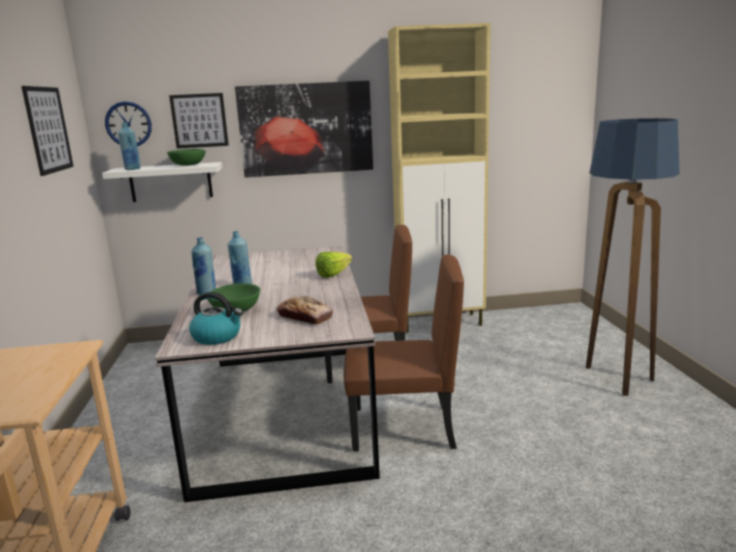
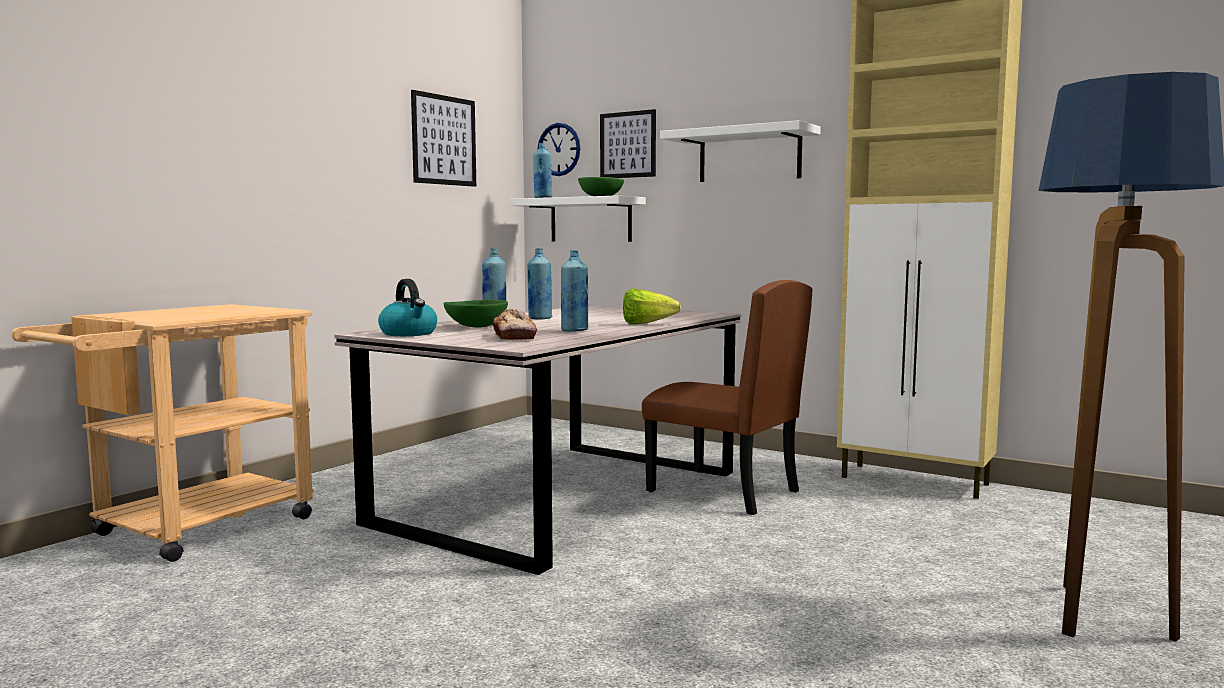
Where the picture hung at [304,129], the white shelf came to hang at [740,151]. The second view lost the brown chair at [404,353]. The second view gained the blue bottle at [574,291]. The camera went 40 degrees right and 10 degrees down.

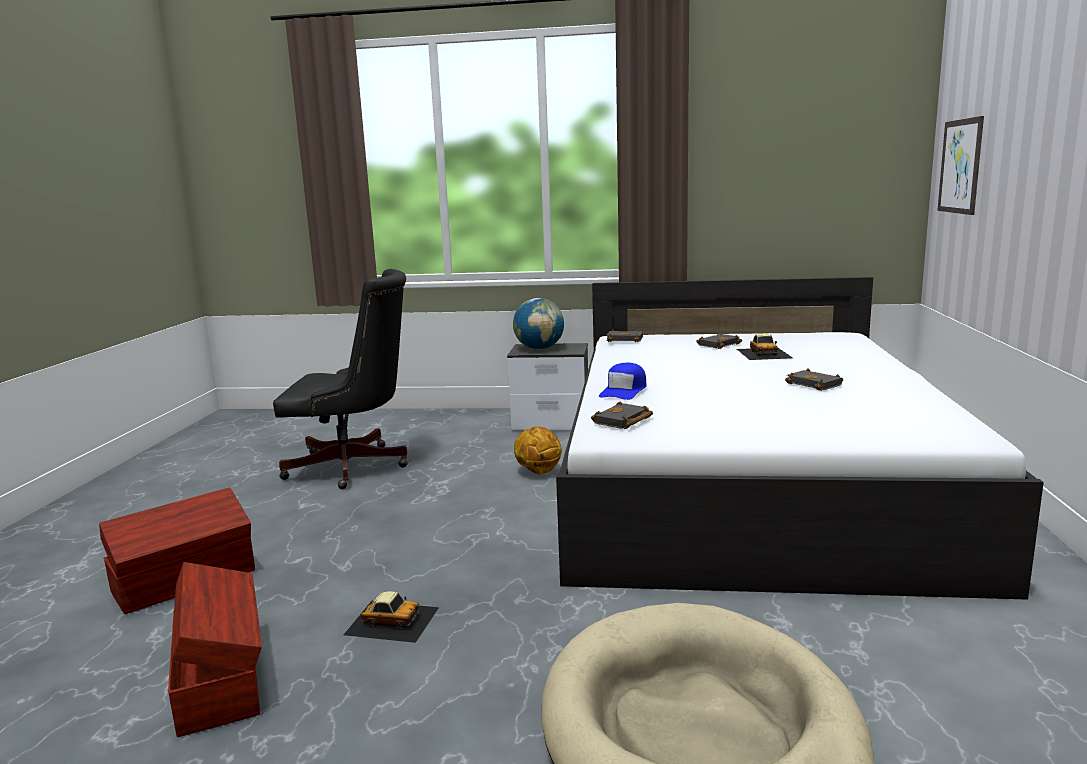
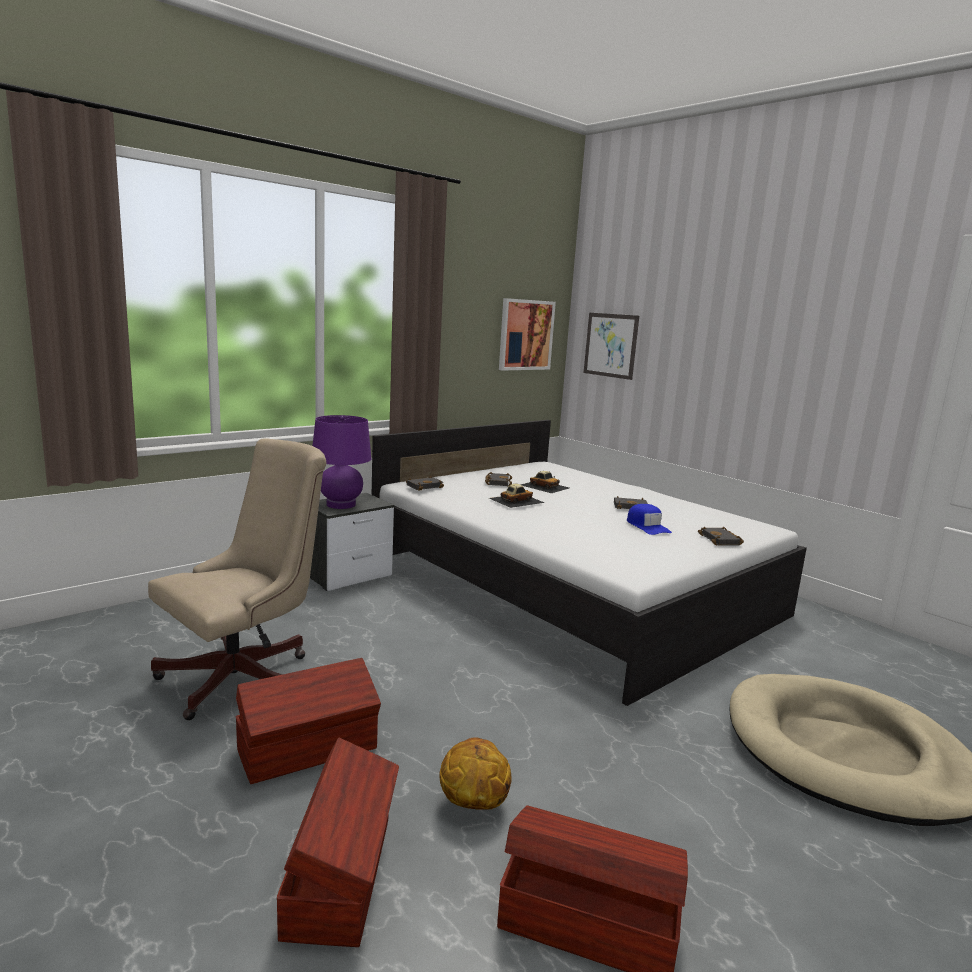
What was the black office chair at [340,379] turned into the beige office chair at [237,579]. The toy car ended up elsewhere, having gone from [391,617] to [516,496]. Where the globe stood at [538,324], the purple table lamp came to stand at [342,462]. The basketball ended up elsewhere, having gone from [538,450] to [475,773]. The black book ended up elsewhere, having gone from [622,415] to [721,536]. The blue cap ended up elsewhere, having gone from [622,381] to [649,519]. The second view gained the brown storage box at [308,721]. The second view gained the picture at [527,334]. The camera went 50 degrees left and 0 degrees up.

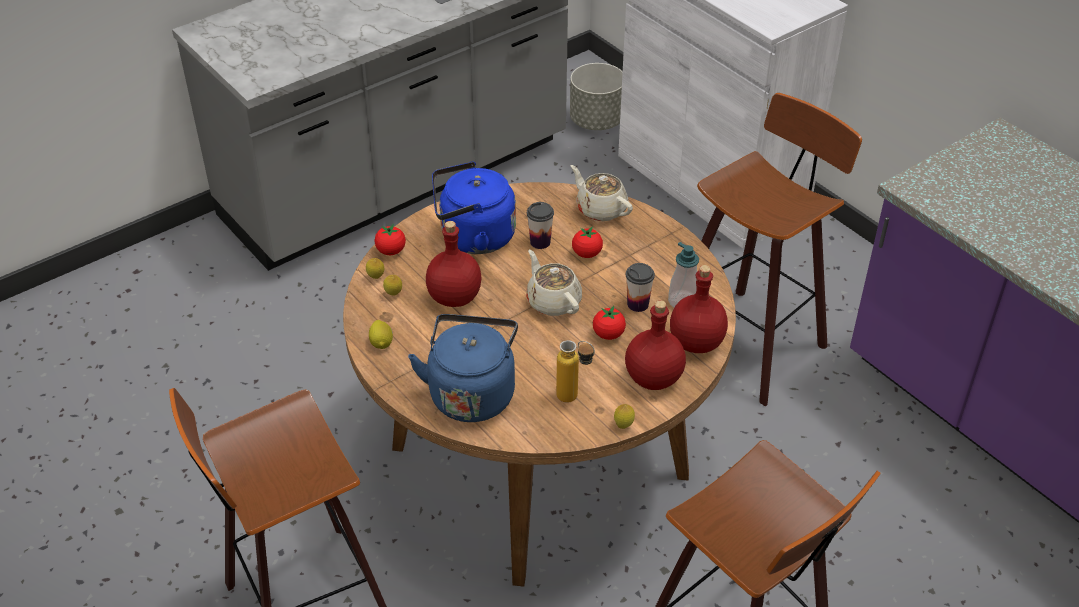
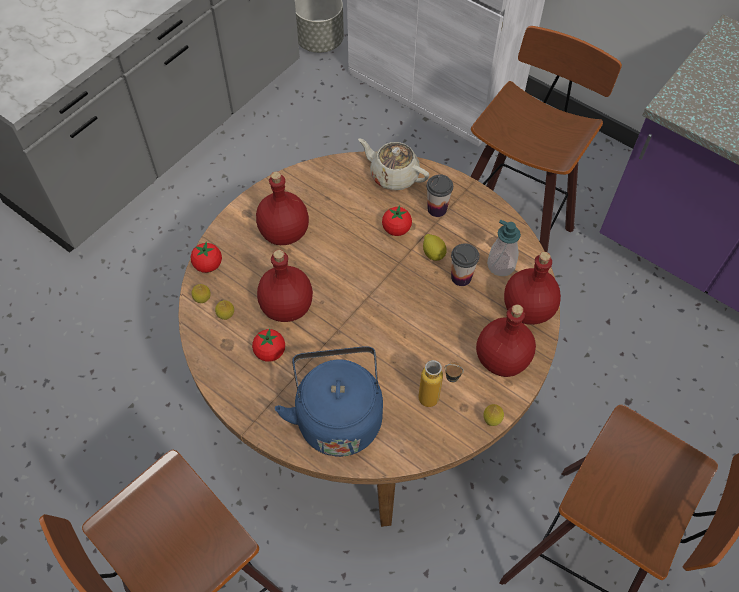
The lemon ended up elsewhere, having gone from [381,334] to [435,247]. Where the blue kettle stood at [474,208], the red bottle came to stand at [282,208]. The second view lost the beige teapot at [554,283]. The cup ended up elsewhere, having gone from [540,225] to [440,195]. The tomato ended up elsewhere, having gone from [609,323] to [268,345]. The camera went 15 degrees left and 15 degrees up.

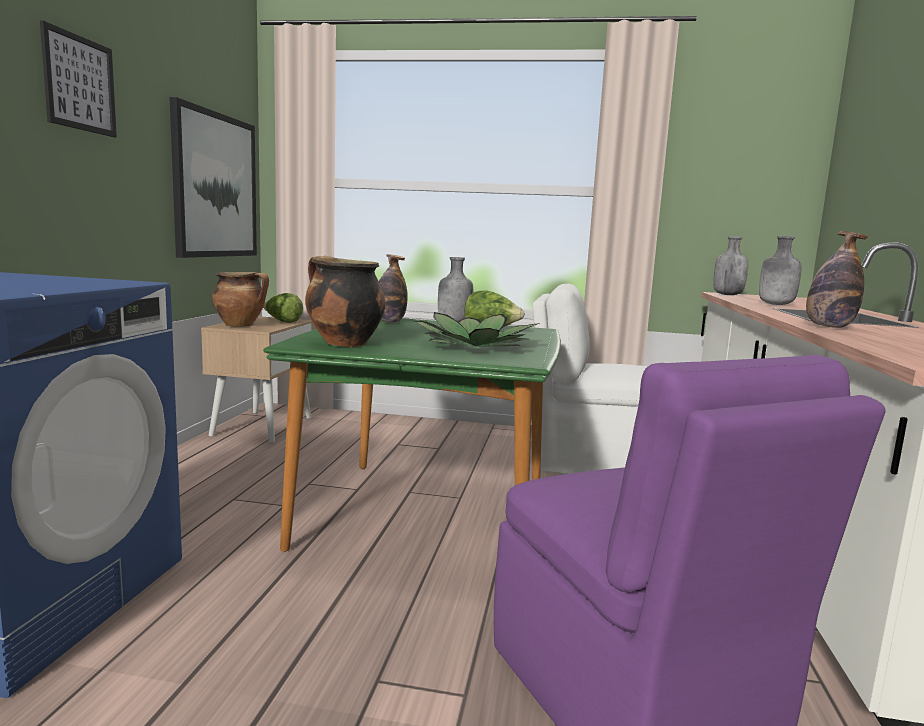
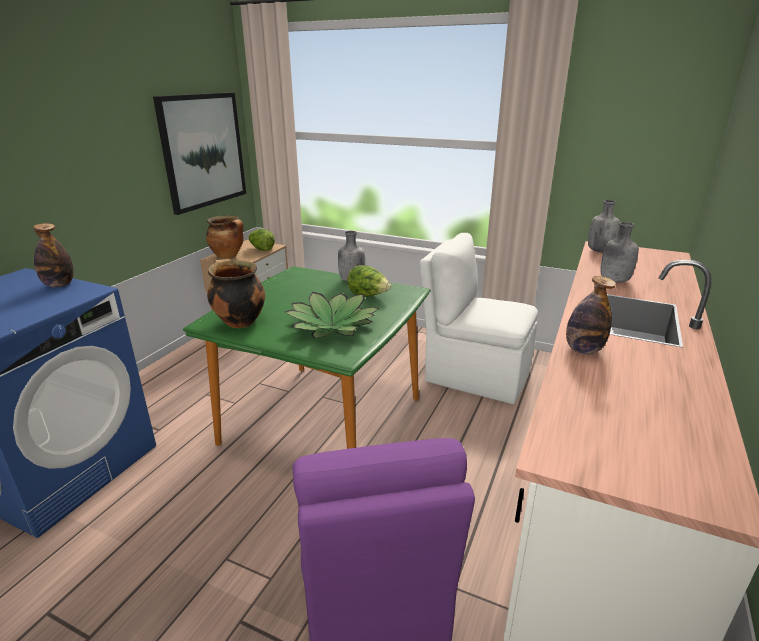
The second view lost the picture at [78,79]. The bottle ended up elsewhere, having gone from [393,288] to [54,255]. The camera went 15 degrees right and 15 degrees up.

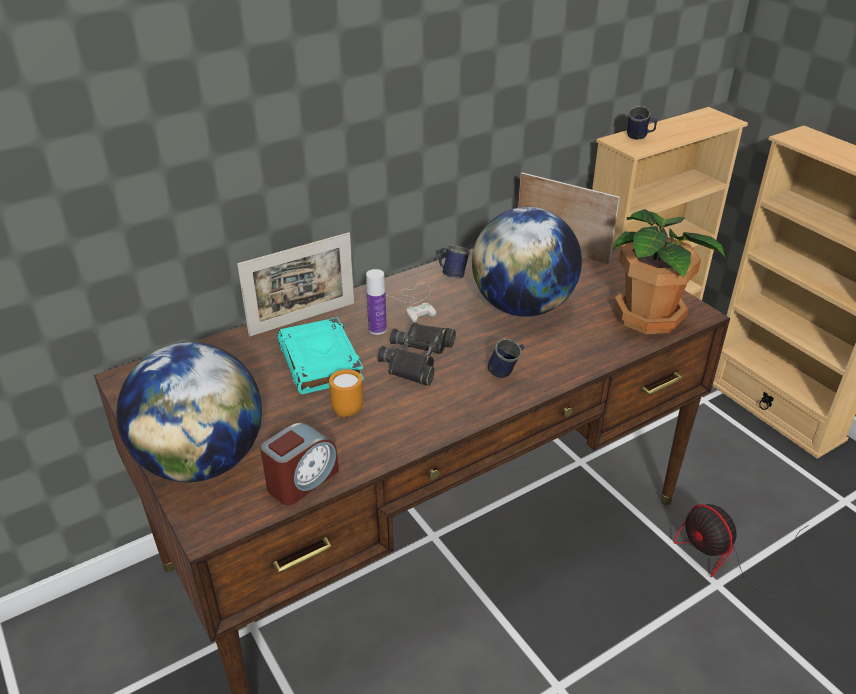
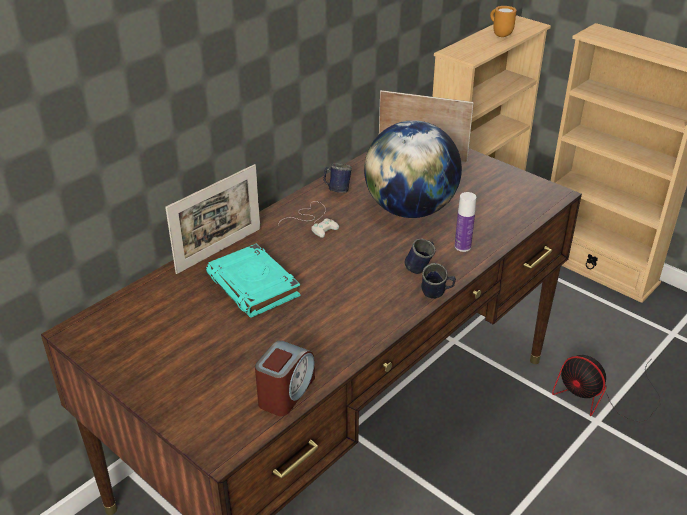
The second view lost the globe at [189,412]. The orange mug ended up elsewhere, having gone from [346,393] to [503,21]. The bottle ended up elsewhere, having gone from [376,302] to [465,222]. The second view lost the black binoculars at [417,354]. The second view lost the potted plant at [669,272]. The blue mug ended up elsewhere, having gone from [642,123] to [438,281]. The camera went 15 degrees left and 0 degrees up.

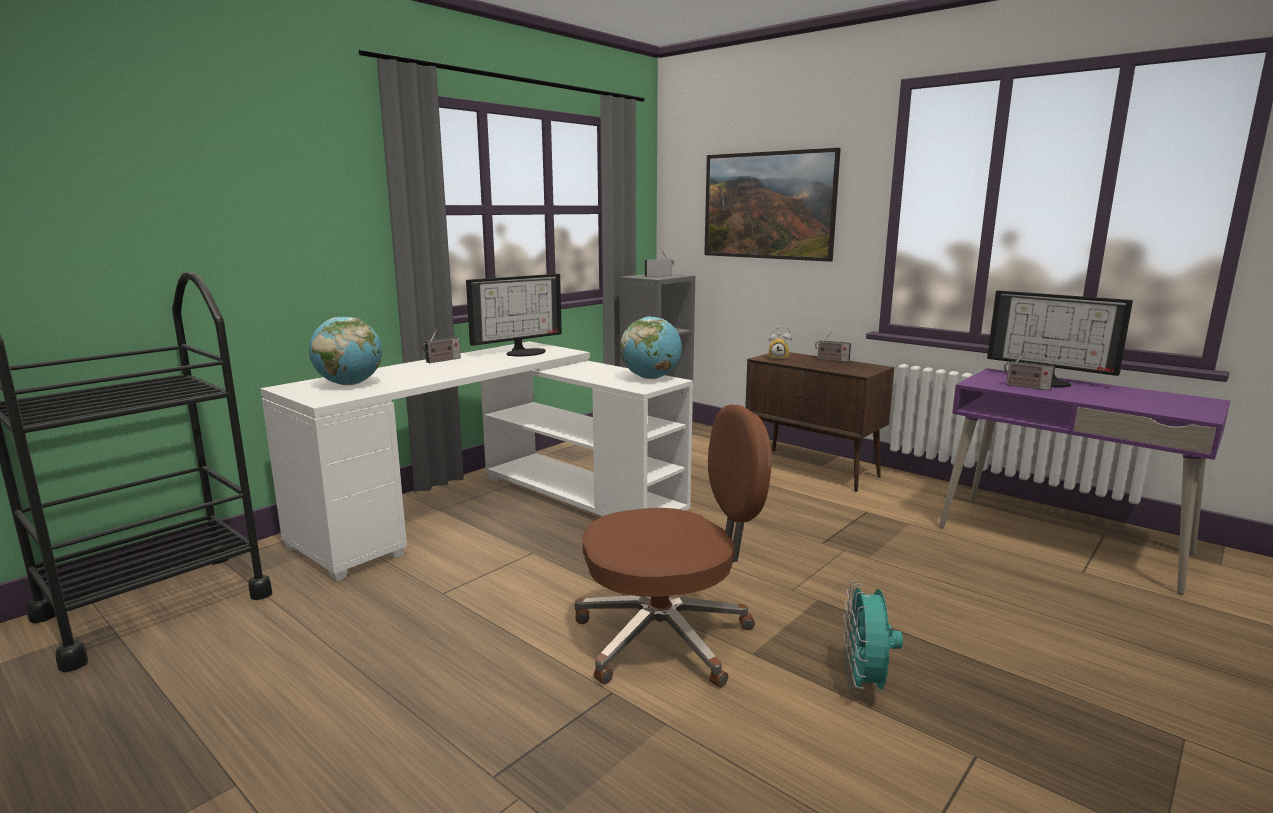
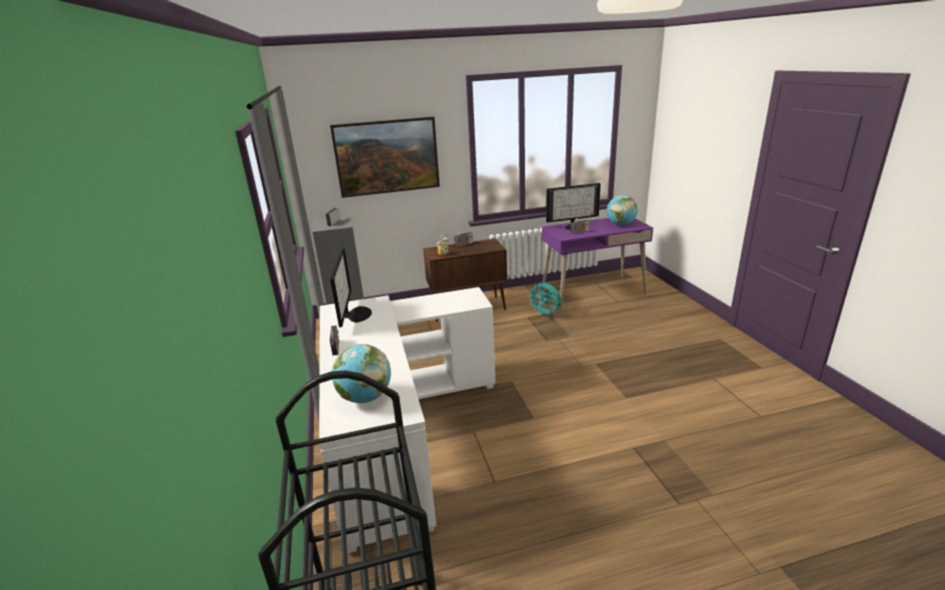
The second view lost the brown office chair at [673,546]. The globe ended up elsewhere, having gone from [651,347] to [622,210]. The turquoise fan ended up elsewhere, having gone from [873,637] to [545,299]. The camera went 55 degrees left and 10 degrees up.

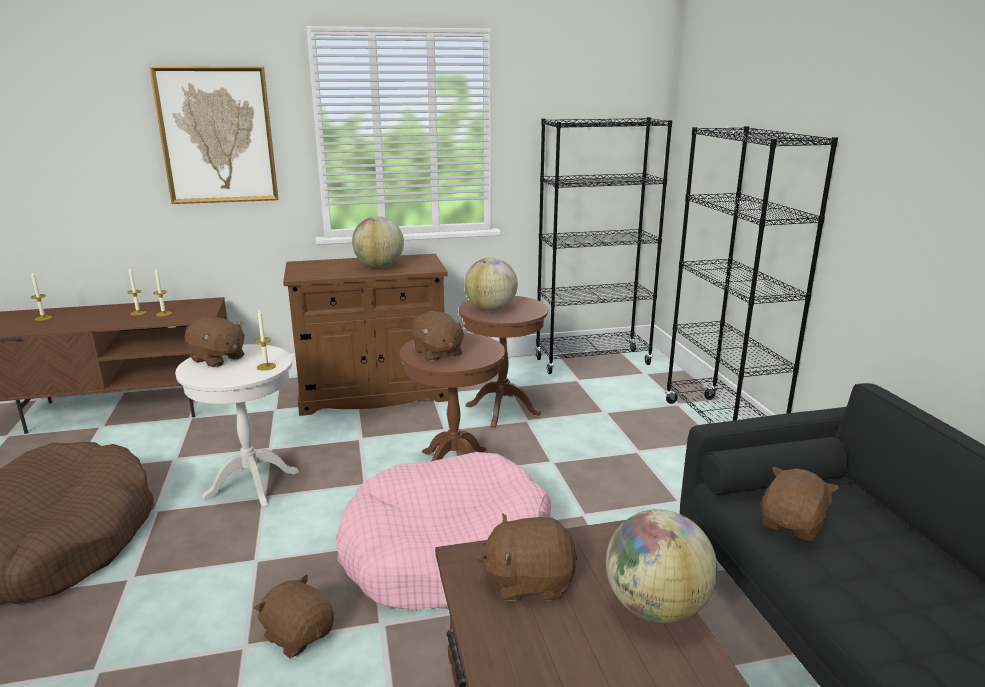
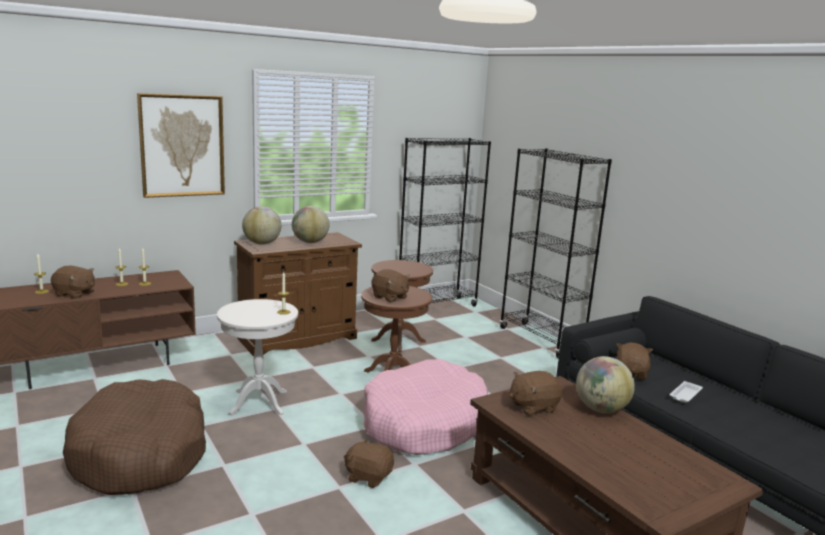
The brown plush toy ended up elsewhere, having gone from [215,342] to [73,282]. The globe ended up elsewhere, having gone from [491,284] to [261,225]. The second view gained the white tray at [686,392]. The camera went 20 degrees left and 5 degrees down.

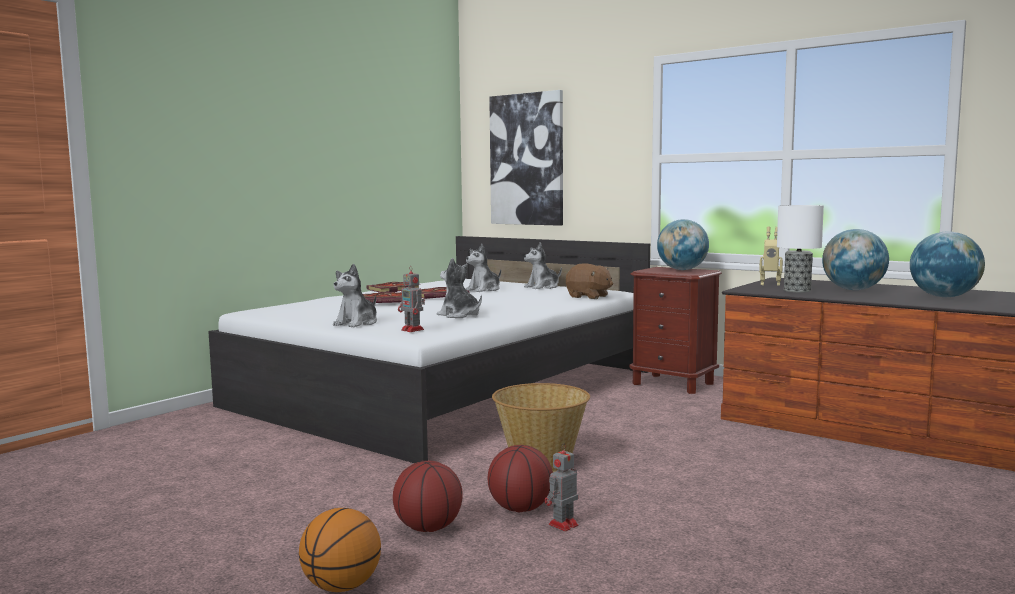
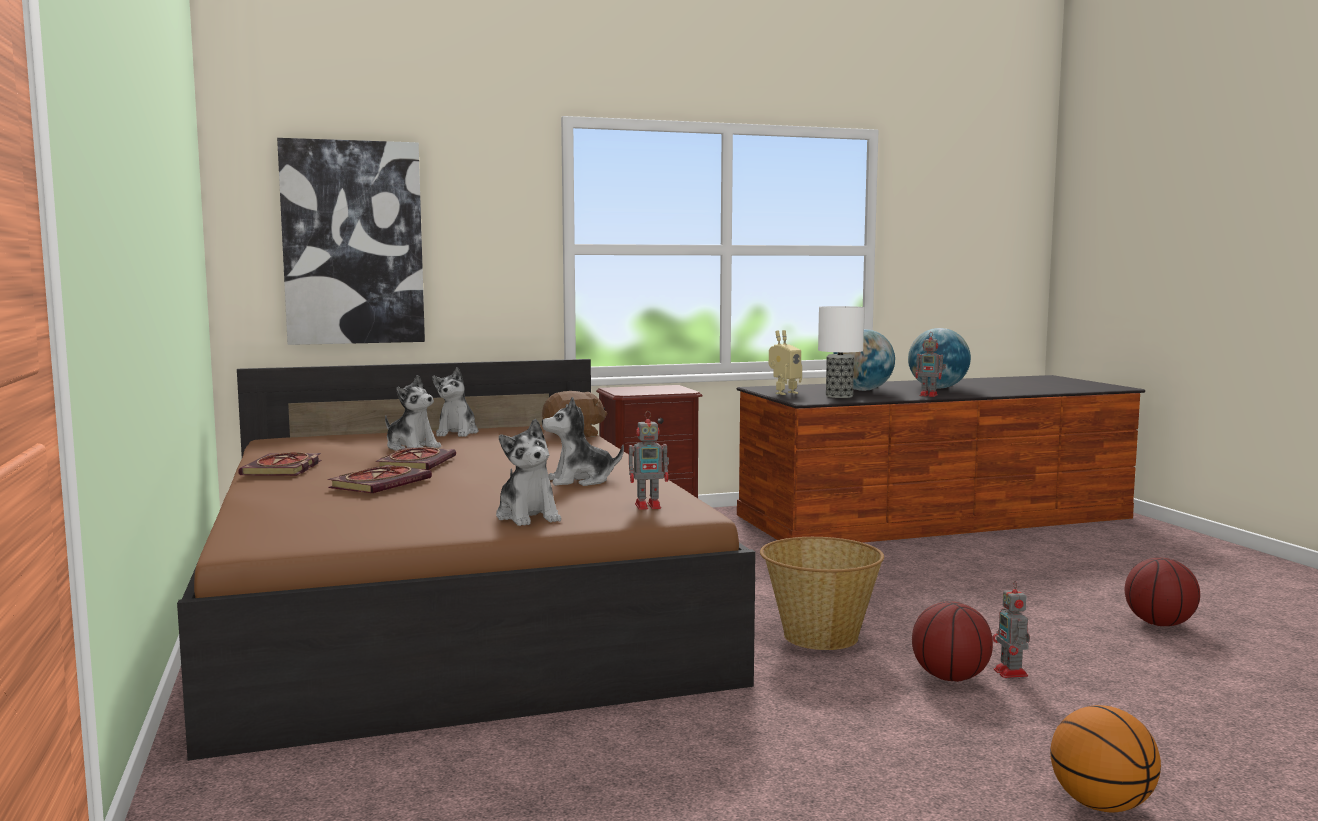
What was the white bed at [429,349] turned into the brown bed at [466,560]. The basketball ended up elsewhere, having gone from [428,496] to [1162,592]. The plush toy at [483,268] ended up facing another way, 45 degrees counterclockwise from before. The second view lost the globe at [683,244]. The second view gained the toy robot at [930,365]. The camera went 55 degrees left and 0 degrees up.

